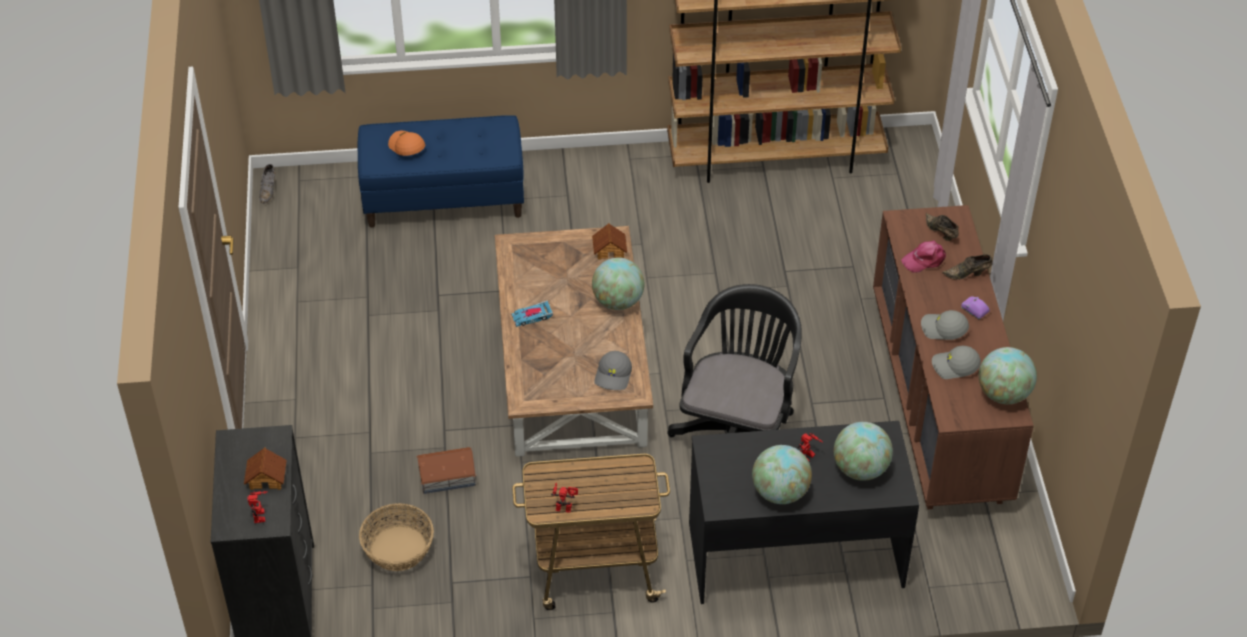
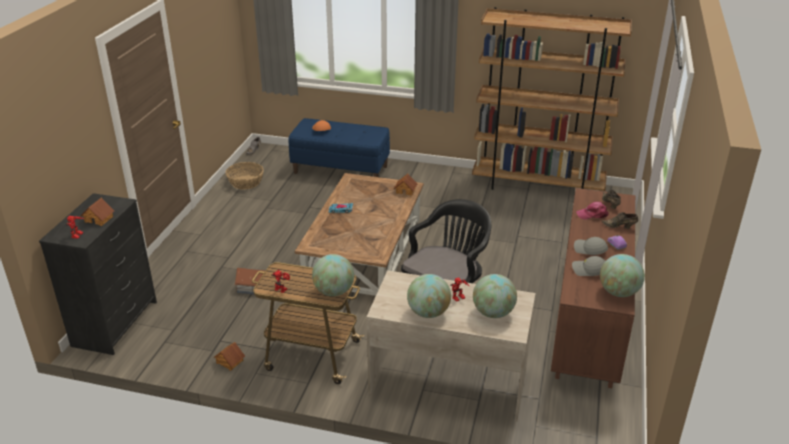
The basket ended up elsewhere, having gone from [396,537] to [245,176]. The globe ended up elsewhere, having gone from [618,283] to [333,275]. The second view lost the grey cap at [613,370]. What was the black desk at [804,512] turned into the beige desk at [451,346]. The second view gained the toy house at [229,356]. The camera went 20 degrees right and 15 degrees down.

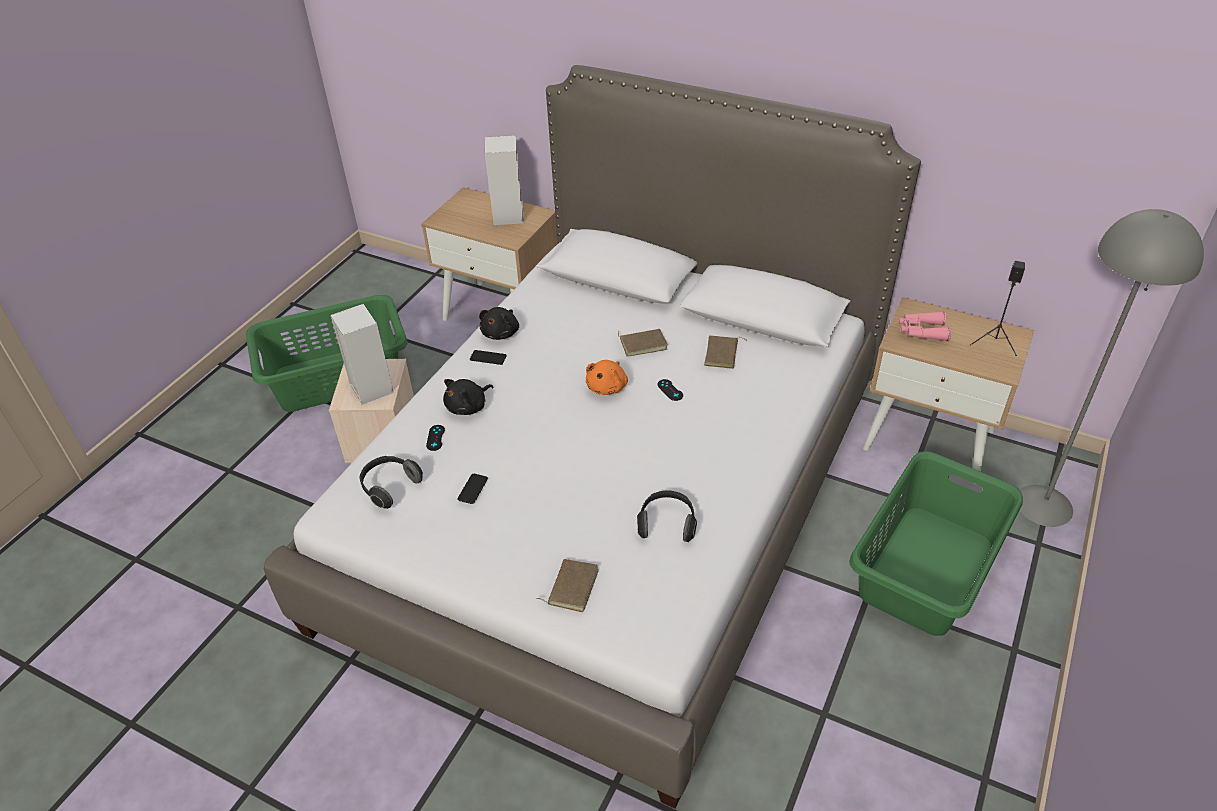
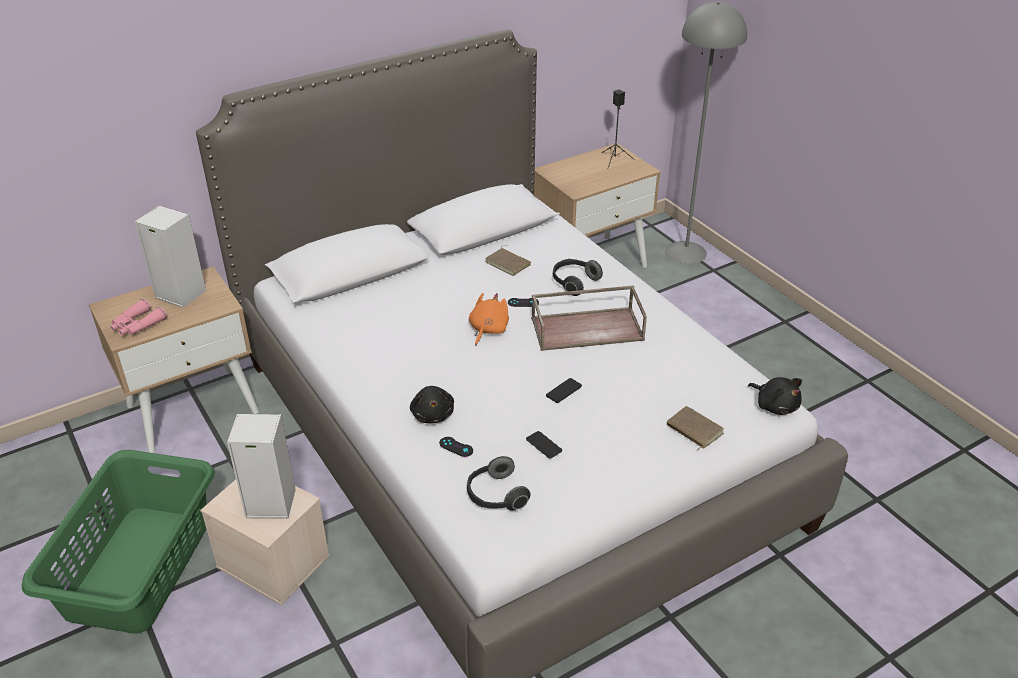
The phone ended up elsewhere, having gone from [488,357] to [564,390]. The black plush toy ended up elsewhere, having gone from [499,323] to [775,396]. The orange plush toy at [607,377] ended up facing another way, 120 degrees counterclockwise from before. The second view lost the brown book at [643,343]. The headphones ended up elsewhere, having gone from [667,516] to [578,277]. The second view lost the green laundry basket at [936,543]. The pink binoculars ended up elsewhere, having gone from [924,326] to [138,317]. The second view gained the brown tray at [589,318]. The camera went 60 degrees left and 5 degrees down.

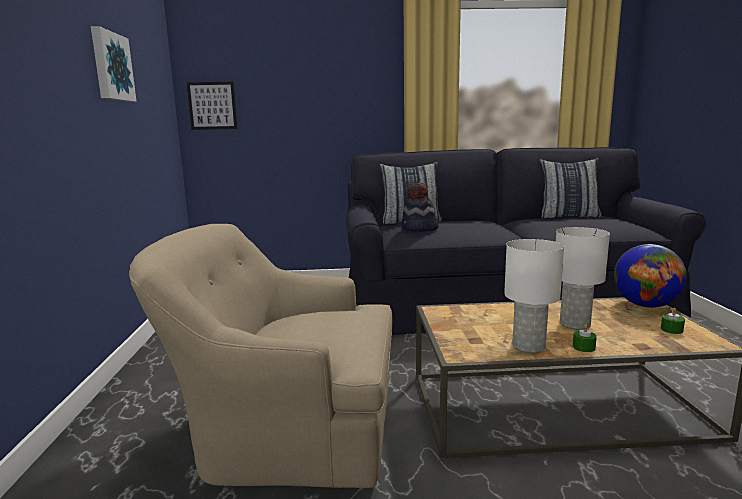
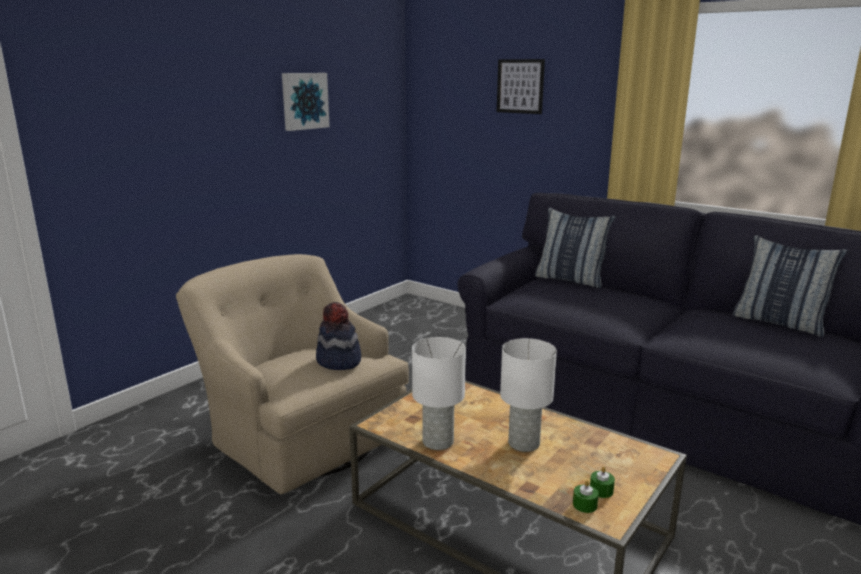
The picture ended up elsewhere, having gone from [212,106] to [521,86]. The hat ended up elsewhere, having gone from [420,207] to [338,336]. The green candle ended up elsewhere, having gone from [585,338] to [586,496]. The second view lost the globe at [650,276]. The camera went 40 degrees right and 5 degrees up.

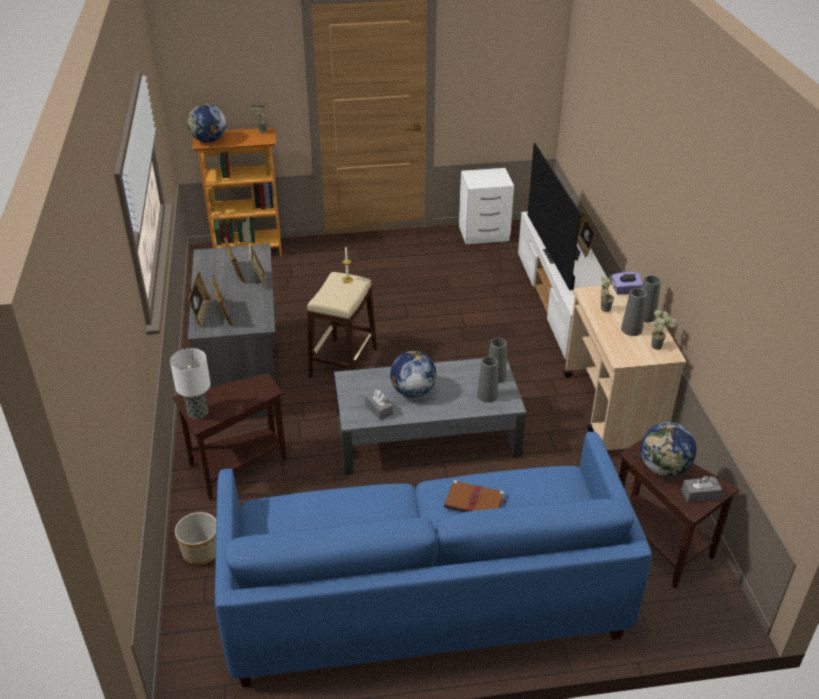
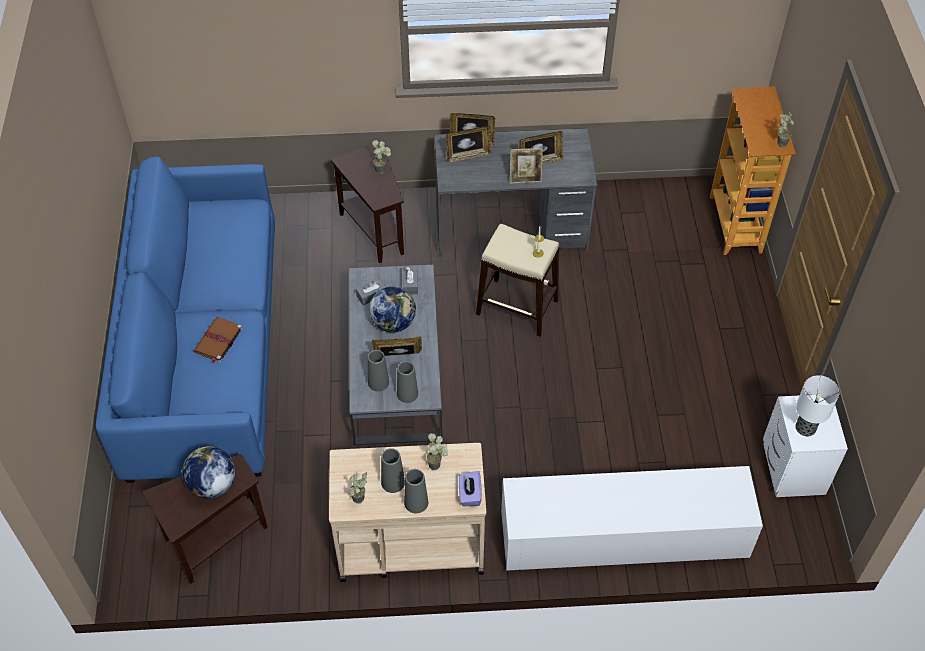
The table lamp ended up elsewhere, having gone from [190,383] to [817,406]. The second view lost the planter at [195,538]. The second view lost the globe at [206,123]. The second view lost the television at [554,217]. The picture frame ended up elsewhere, having gone from [586,234] to [397,346]. The grey tissue box ended up elsewhere, having gone from [702,489] to [410,280]. The second view gained the potted plant at [381,157]. The camera went 95 degrees right and 15 degrees up.

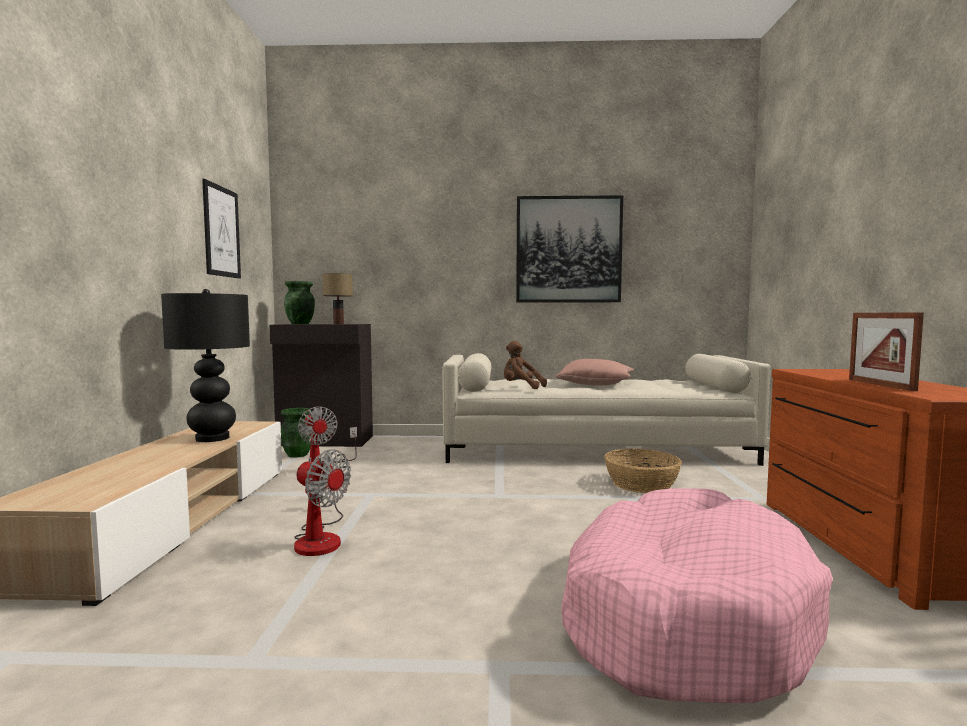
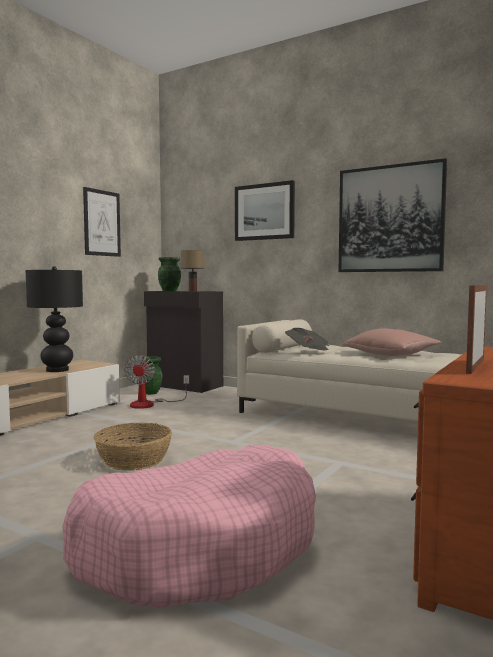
The second view lost the fan at [322,502]. Where the brown plush toy stood at [525,365], the newspaper came to stand at [307,339]. The basket ended up elsewhere, having gone from [643,470] to [133,446]. The second view gained the picture at [265,210]. The camera went 30 degrees right and 0 degrees up.

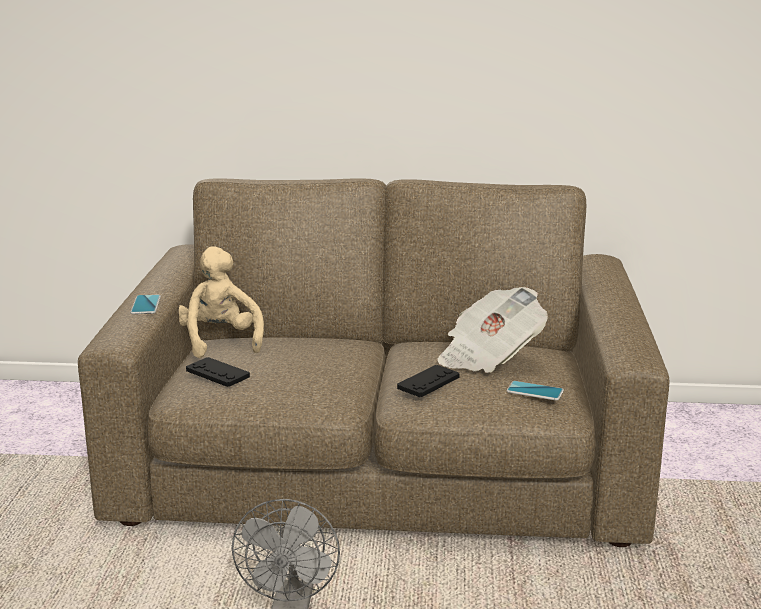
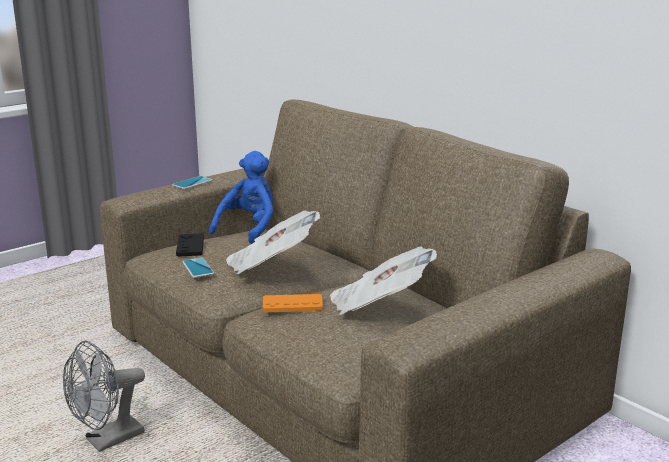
What was the beige plush toy at [221,302] turned into the blue plush toy at [241,197]. What was the black game controller at [428,381] turned into the orange game controller at [293,303]. The phone ended up elsewhere, having gone from [535,391] to [198,267]. The second view gained the newspaper at [273,242]. The camera went 45 degrees right and 0 degrees up.

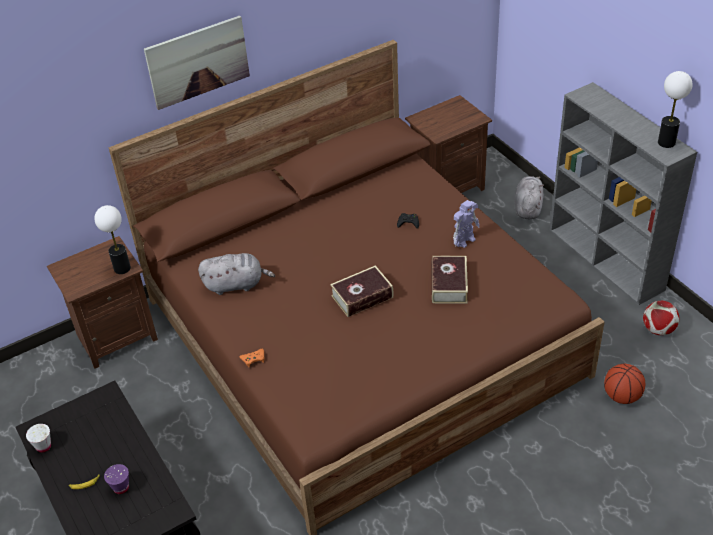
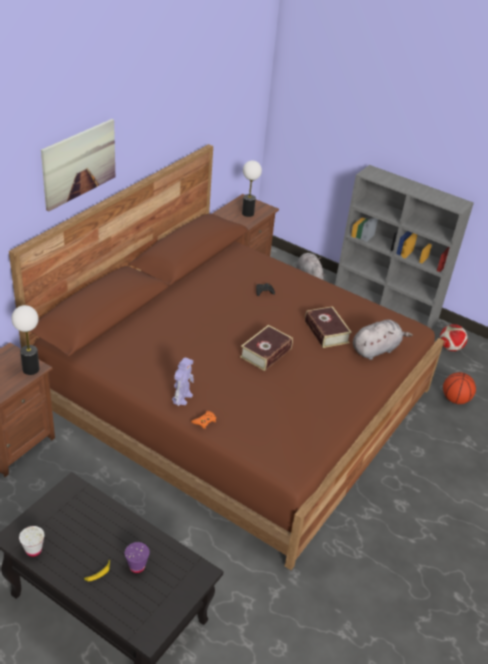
The grey plush toy ended up elsewhere, having gone from [236,274] to [383,339]. The toy robot ended up elsewhere, having gone from [466,224] to [183,381]. The table lamp ended up elsewhere, having gone from [675,109] to [252,189]. The camera went 30 degrees left and 5 degrees down.

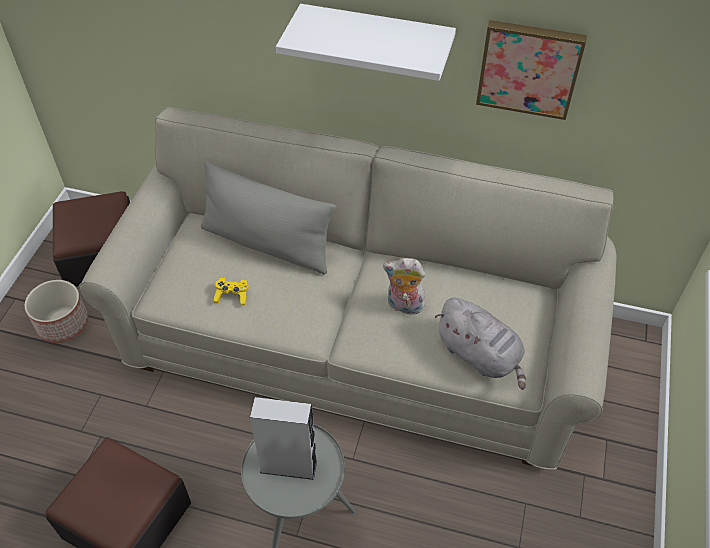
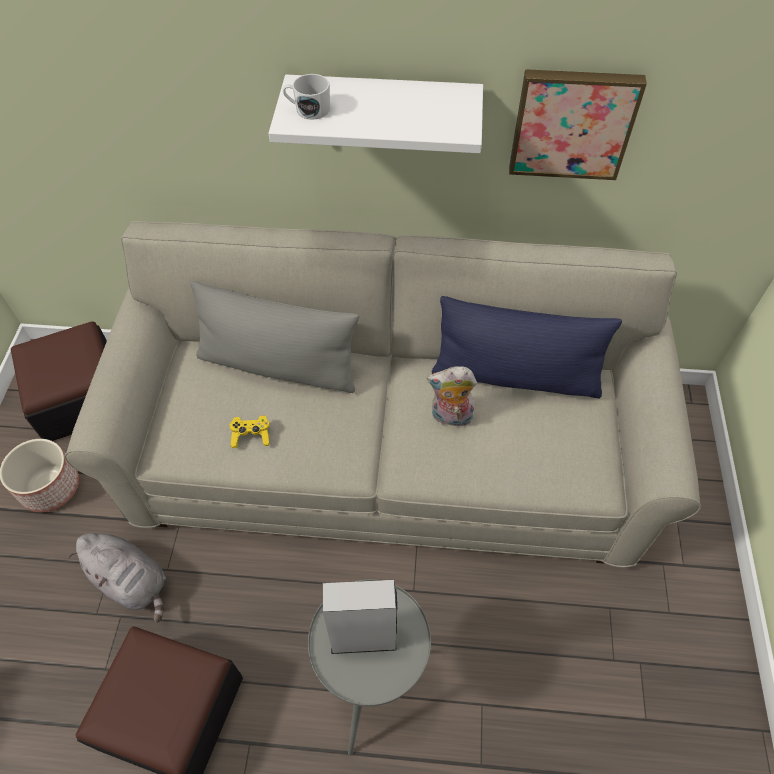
The grey plush toy ended up elsewhere, having gone from [480,344] to [117,578]. The second view gained the white mug at [306,97]. The second view gained the blue pillow at [527,347]. The camera went 10 degrees left and 5 degrees up.

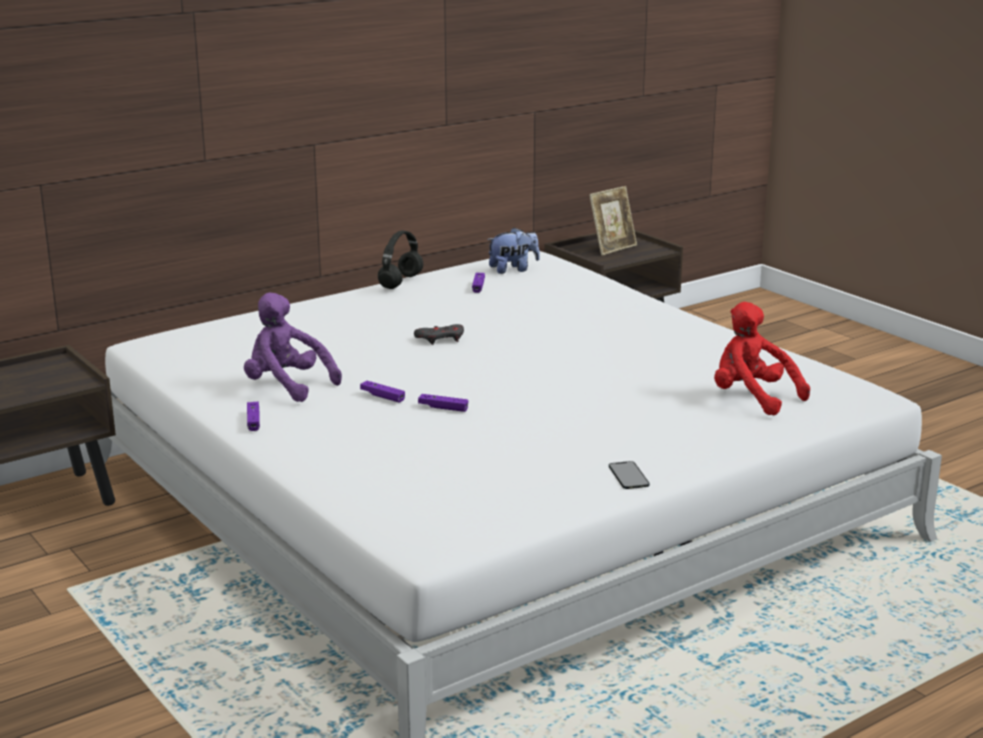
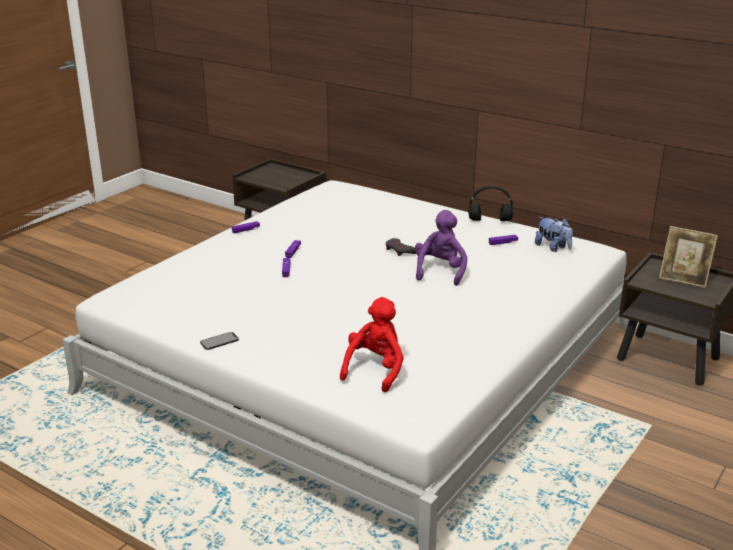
The purple plush toy ended up elsewhere, having gone from [293,347] to [441,248]. The camera went 70 degrees right and 5 degrees up.

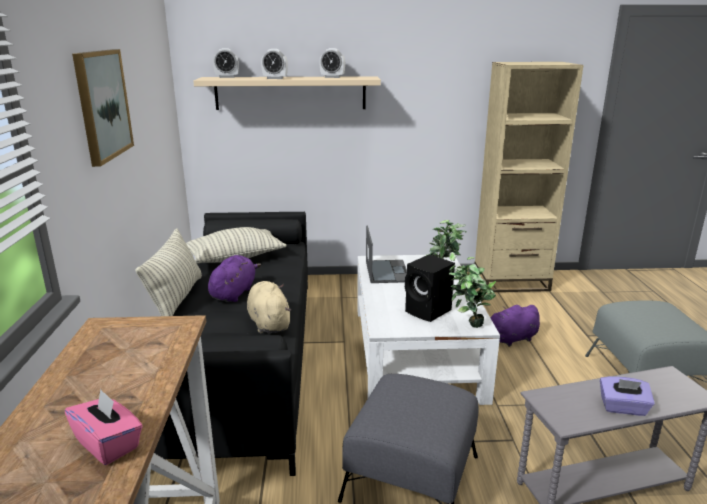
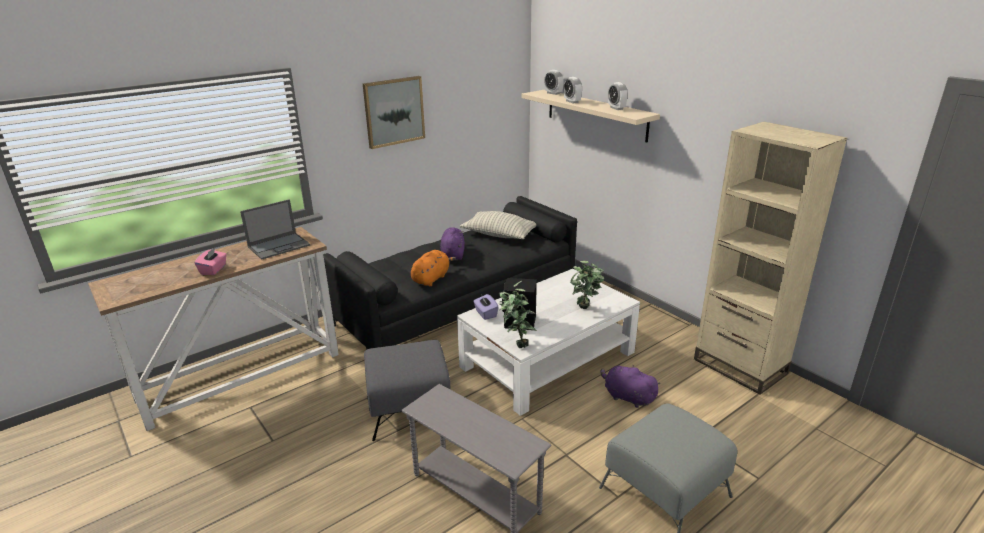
The second view lost the pillow at [168,272]. The purple plush toy at [234,278] ended up facing another way, 75 degrees counterclockwise from before. What was the beige plush toy at [269,307] turned into the orange plush toy at [433,268]. The laptop ended up elsewhere, having gone from [386,254] to [275,229]. The purple tissue box ended up elsewhere, having gone from [627,396] to [486,307]. The camera went 55 degrees right and 5 degrees up.

